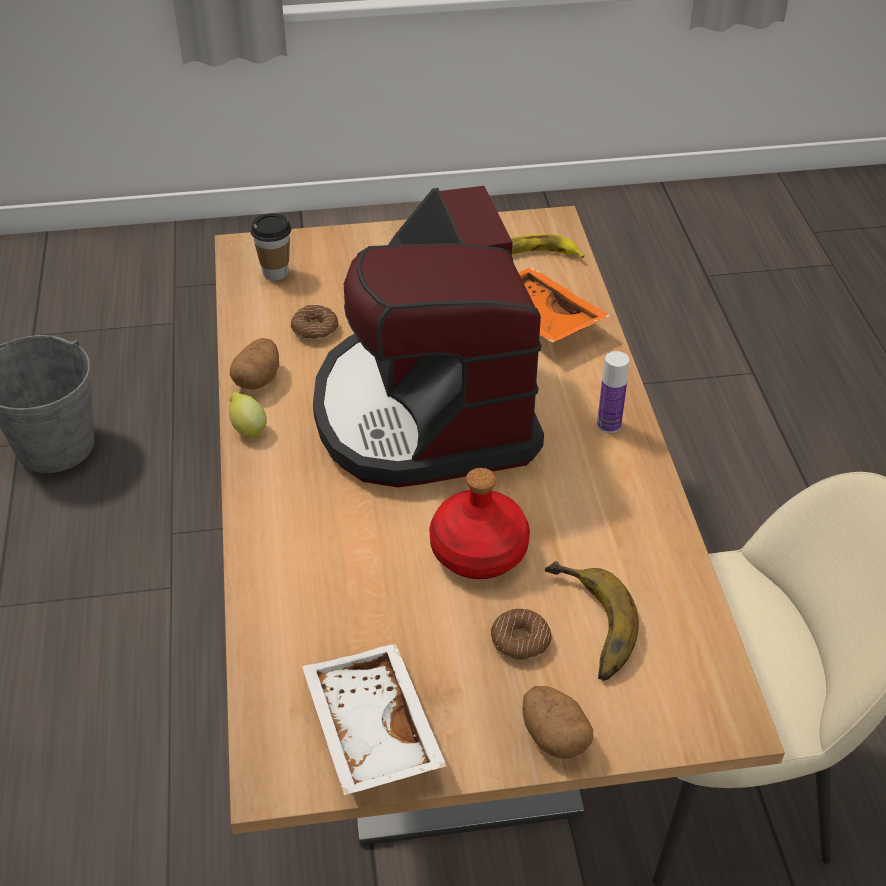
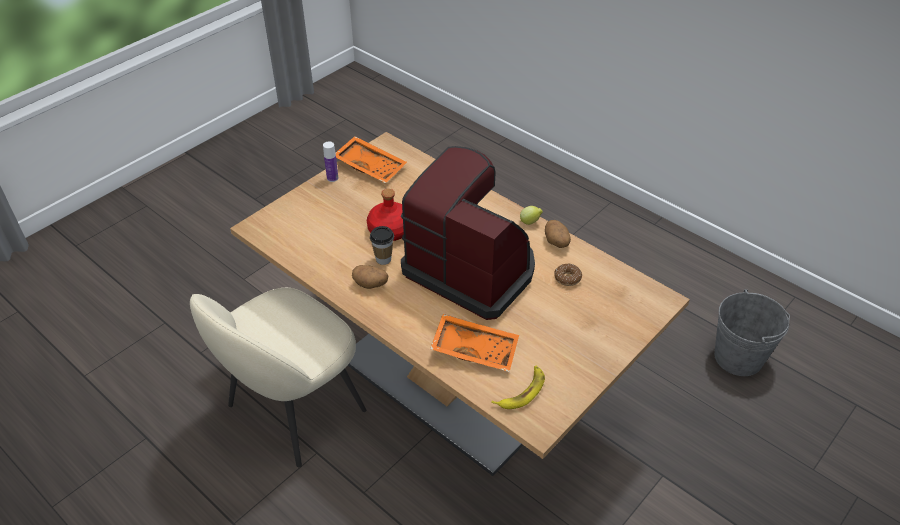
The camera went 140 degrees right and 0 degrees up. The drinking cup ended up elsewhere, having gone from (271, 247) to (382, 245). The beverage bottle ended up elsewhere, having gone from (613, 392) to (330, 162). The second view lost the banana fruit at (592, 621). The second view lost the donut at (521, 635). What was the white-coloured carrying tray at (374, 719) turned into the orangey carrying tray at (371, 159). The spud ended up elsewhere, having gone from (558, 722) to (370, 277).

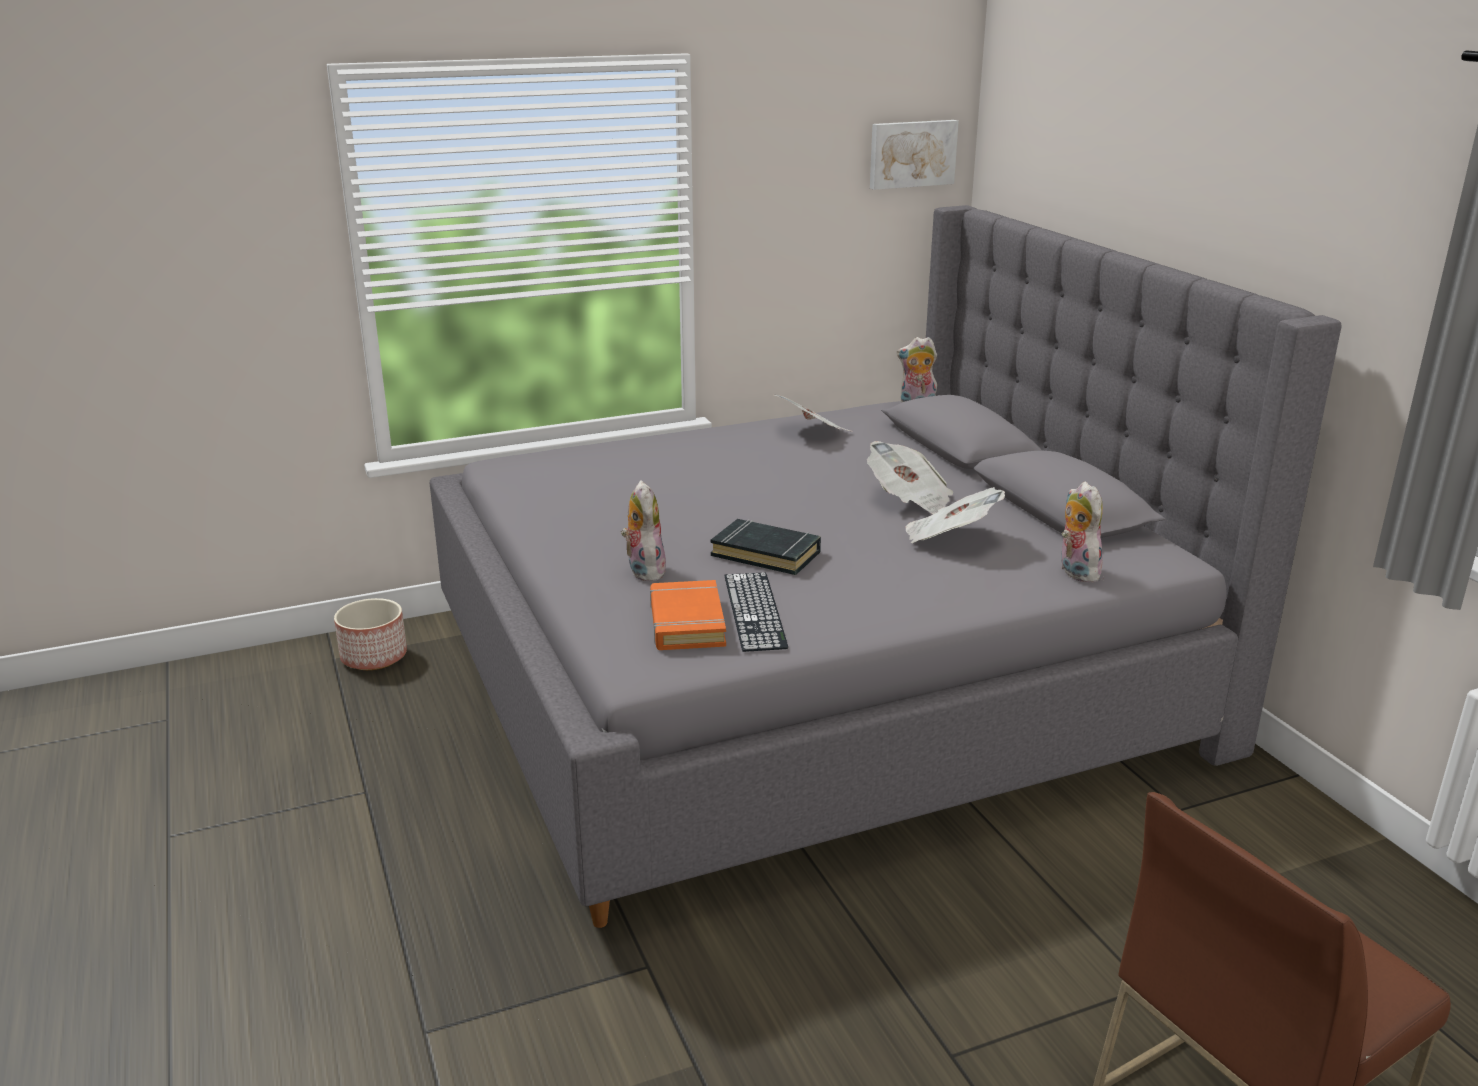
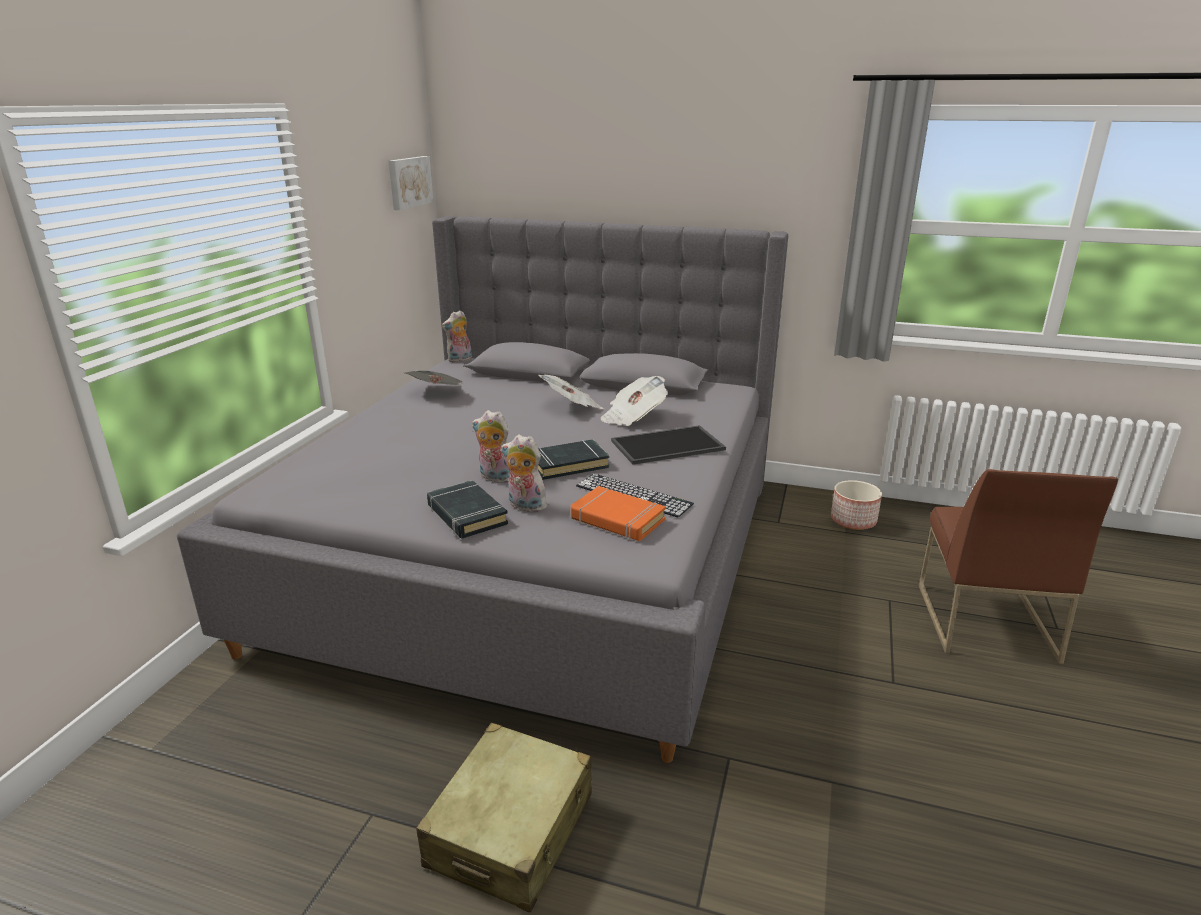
The camera went 50 degrees left and 0 degrees up. The plush toy ended up elsewhere, having gone from (1082, 531) to (490, 446). The planter ended up elsewhere, having gone from (370, 634) to (856, 505). The second view gained the carrying tray at (668, 445). The second view gained the blackish volume at (467, 509). The second view gained the sand-coloured piece of luggage at (504, 817).

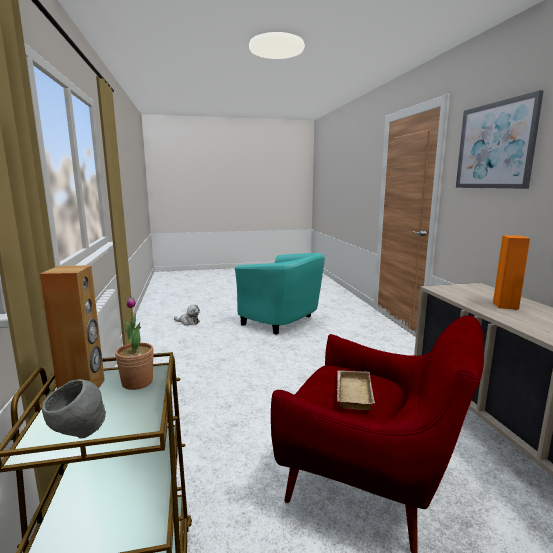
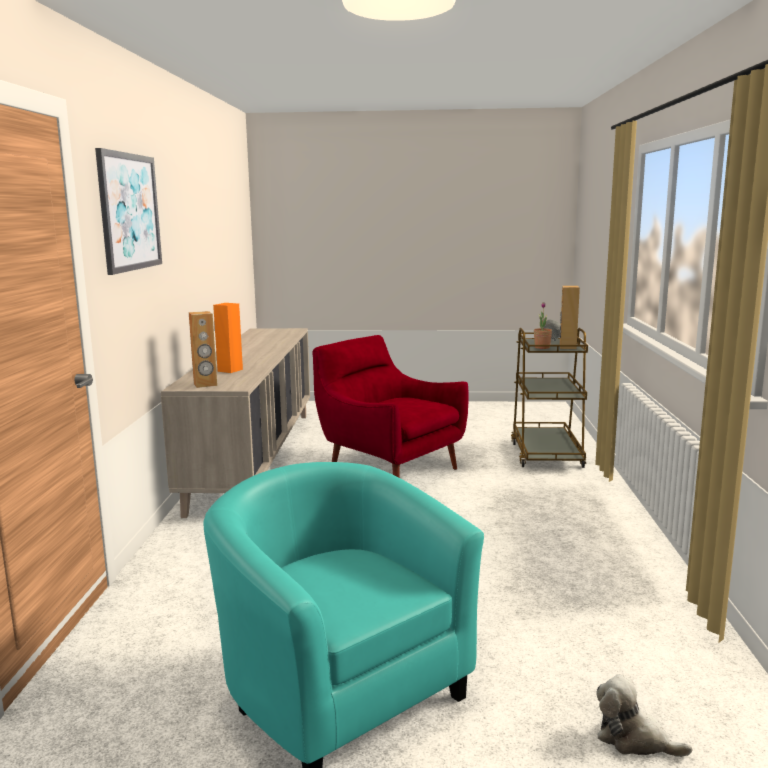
The camera went 165 degrees left and 0 degrees up. The second view lost the sand-coloured carrying tray at (356, 390). The second view gained the brown-coloured audio speaker at (203, 349).

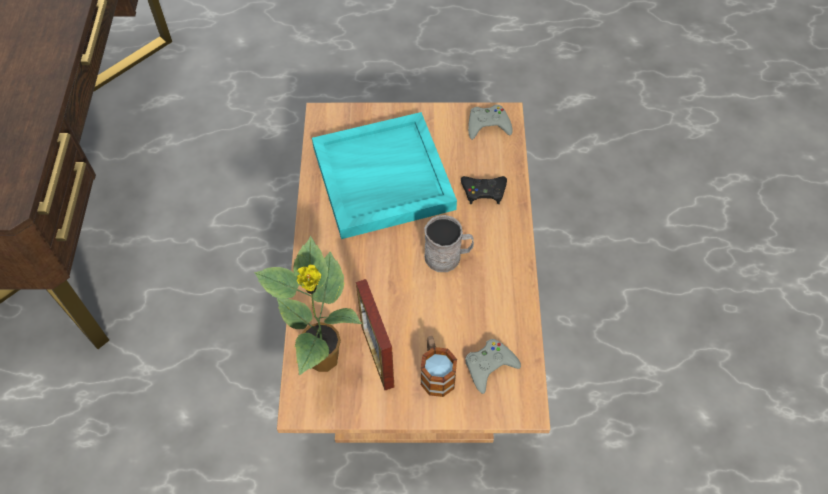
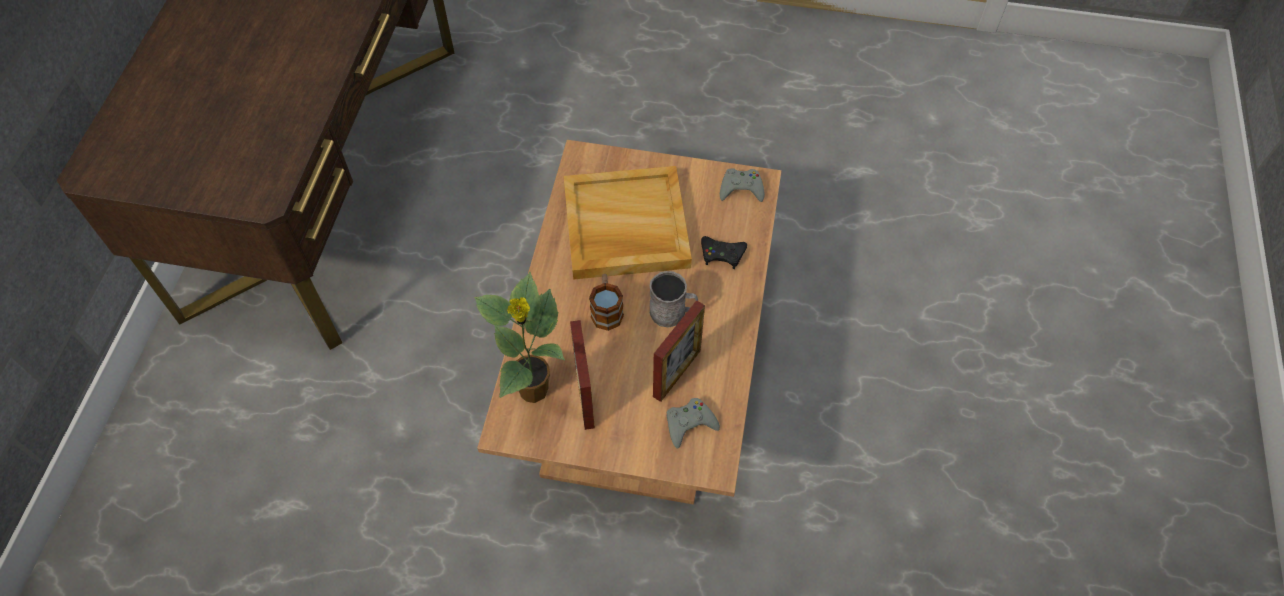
The camera went 10 degrees right and 0 degrees up. What was the turquoise carrying tray at (384, 175) turned into the sand-coloured carrying tray at (628, 223). The mug ended up elsewhere, having gone from (439, 366) to (606, 302). The second view gained the picture frame at (679, 351).

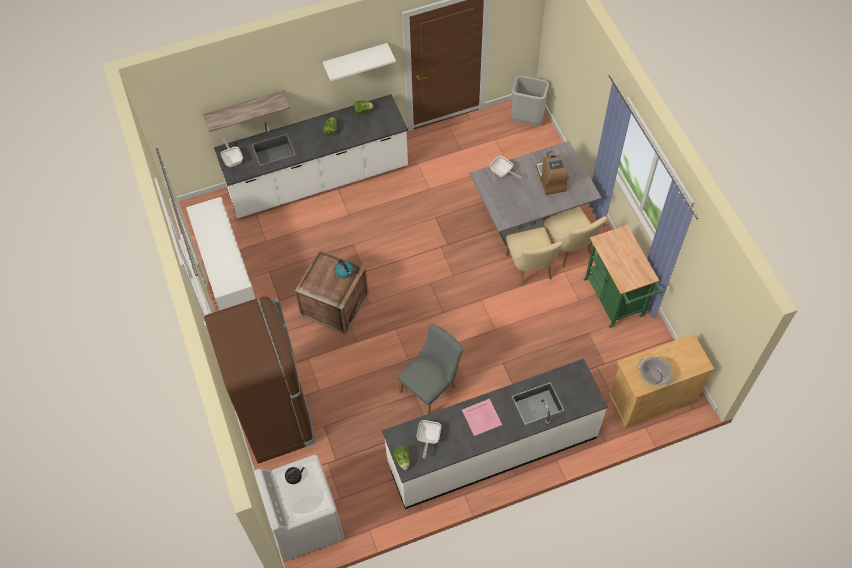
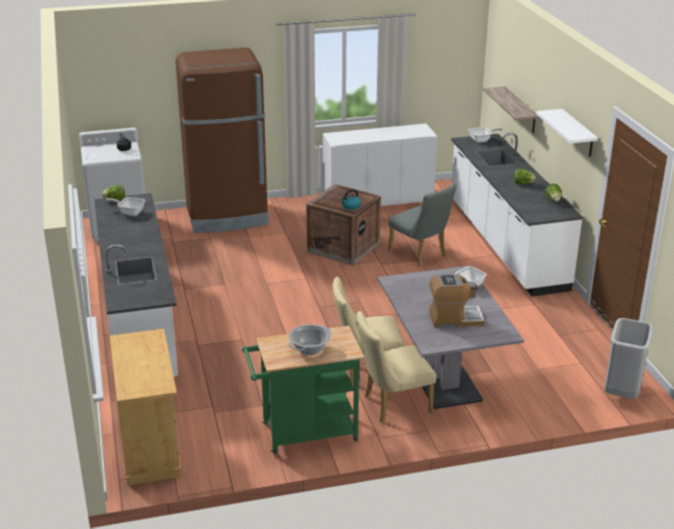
The camera went 95 degrees right and 30 degrees down. The greyish plain chair ended up elsewhere, having gone from (430, 369) to (422, 225). The stockpot ended up elsewhere, having gone from (656, 371) to (309, 340). The second view lost the pink carrying tray at (482, 417).

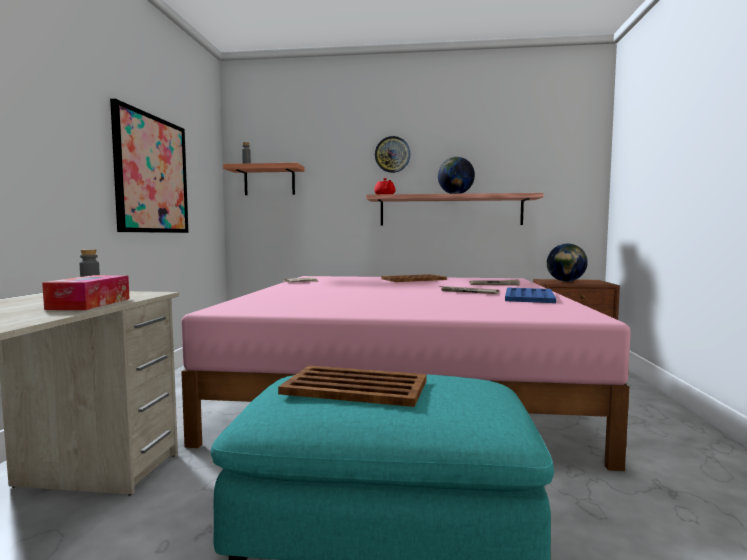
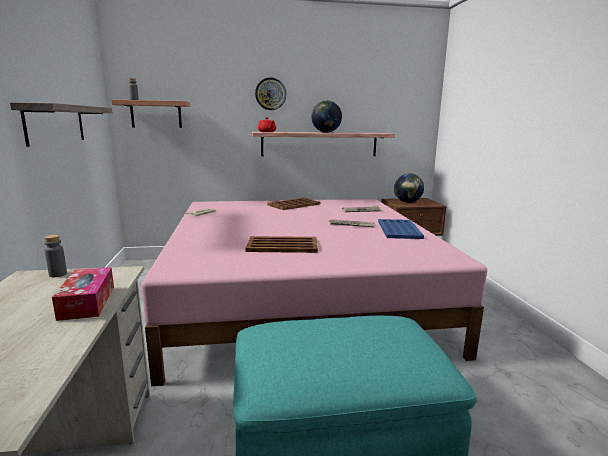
The camera went 15 degrees left and 10 degrees up. Where the picture hung at (149, 166), the shelf came to hang at (61, 124). The brown-coloured carrying tray ended up elsewhere, having gone from (352, 386) to (281, 244).

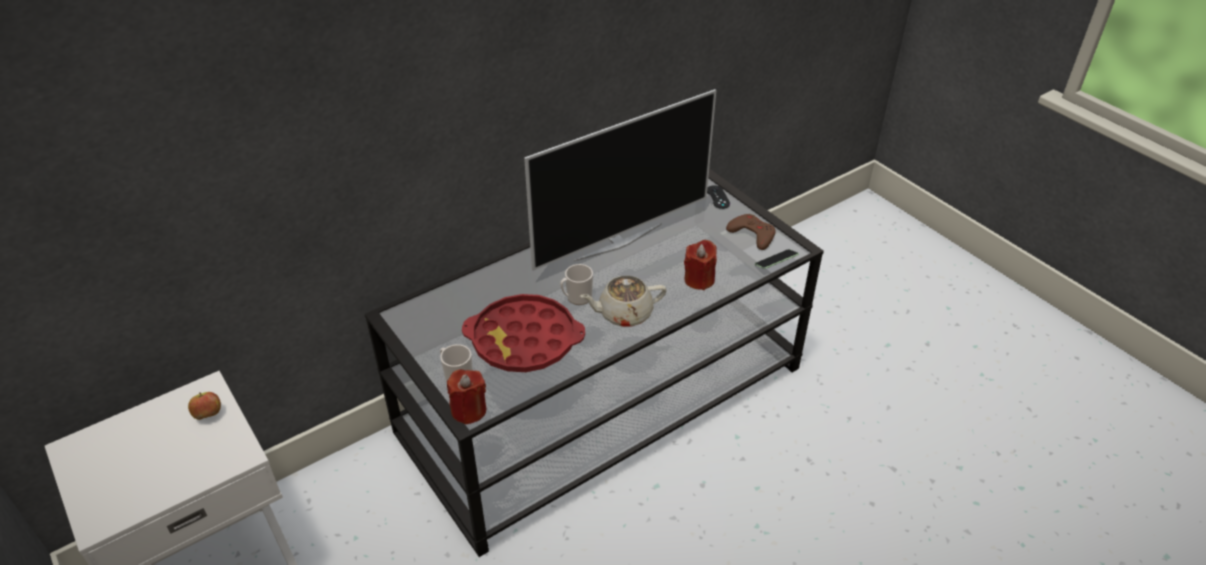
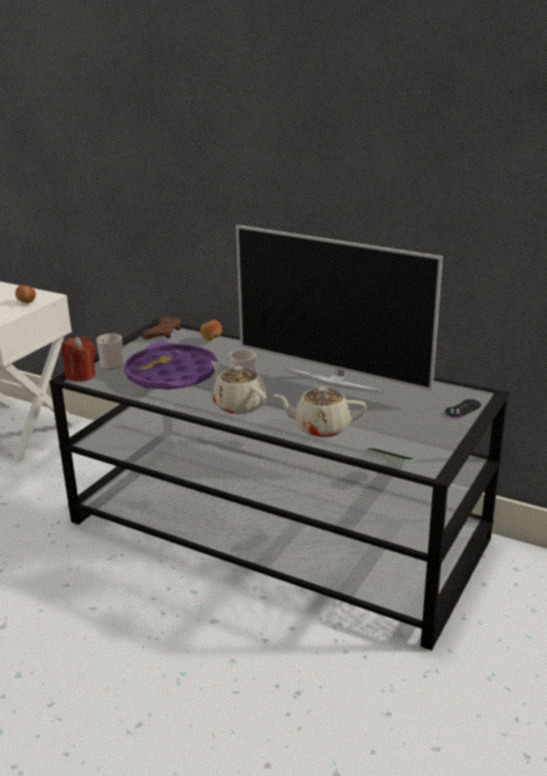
The camera went 65 degrees right and 15 degrees down. The brown-coloured game controller ended up elsewhere, having gone from (751, 232) to (161, 328). Where the red wax light stood at (700, 265), the sand-coloured tea pot came to stand at (320, 412). What was the red carrying tray at (523, 333) turned into the purple carrying tray at (170, 366). The second view gained the apple fruit at (211, 330).

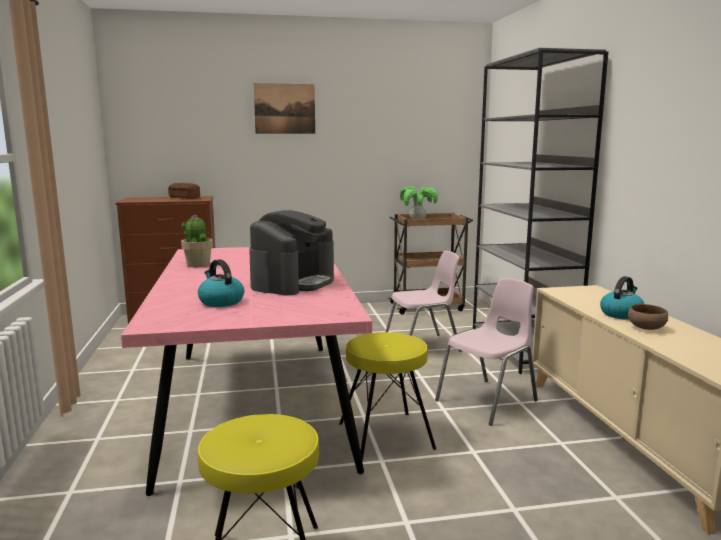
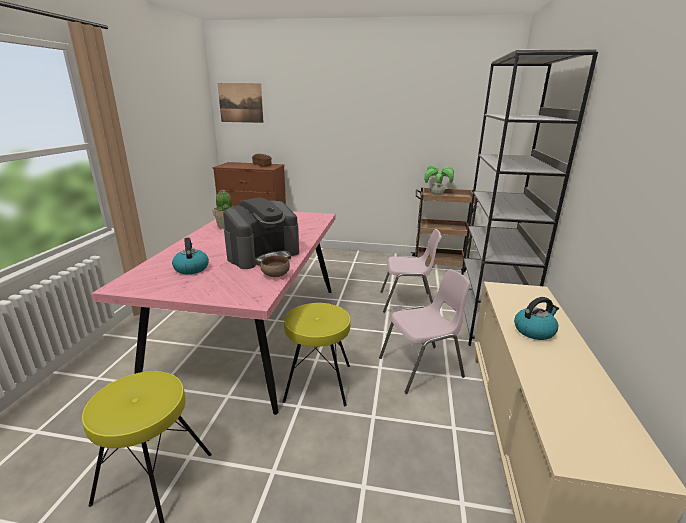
The camera went 20 degrees right and 10 degrees up. The picture ended up elsewhere, having gone from (284, 108) to (241, 103). The brown-coloured bowl ended up elsewhere, having gone from (648, 317) to (275, 266).

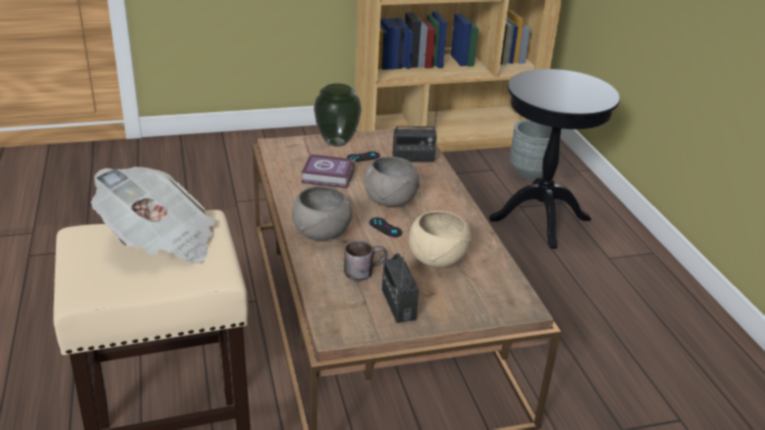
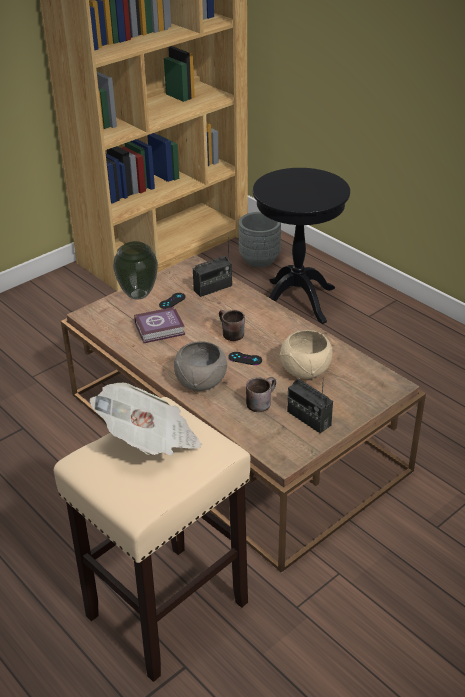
The camera went 25 degrees left and 5 degrees up. Where the greyish bowl stood at (392, 182), the brown-coloured mug came to stand at (232, 325).

